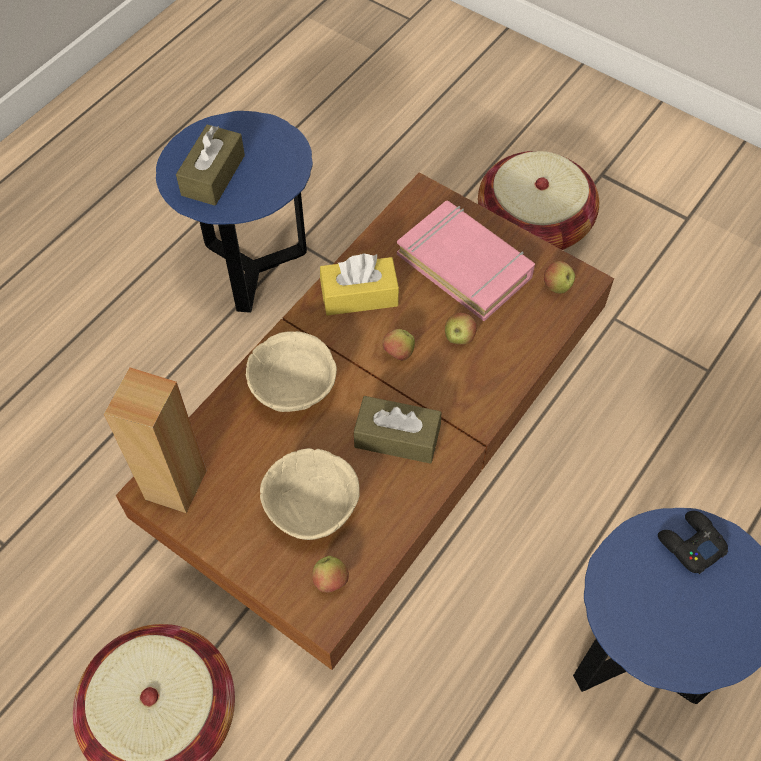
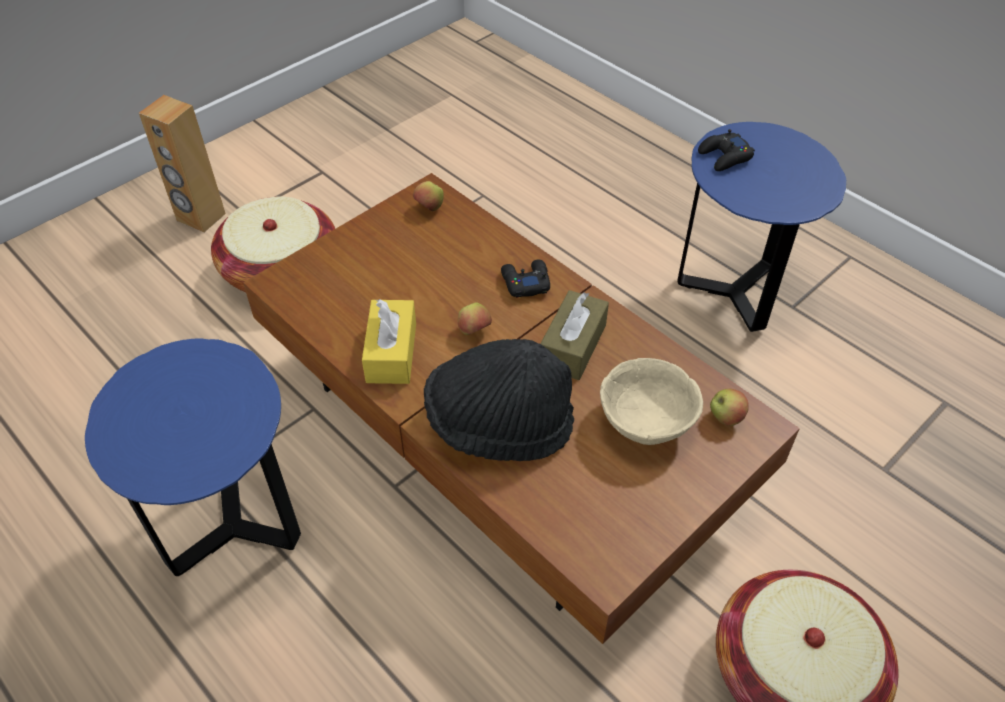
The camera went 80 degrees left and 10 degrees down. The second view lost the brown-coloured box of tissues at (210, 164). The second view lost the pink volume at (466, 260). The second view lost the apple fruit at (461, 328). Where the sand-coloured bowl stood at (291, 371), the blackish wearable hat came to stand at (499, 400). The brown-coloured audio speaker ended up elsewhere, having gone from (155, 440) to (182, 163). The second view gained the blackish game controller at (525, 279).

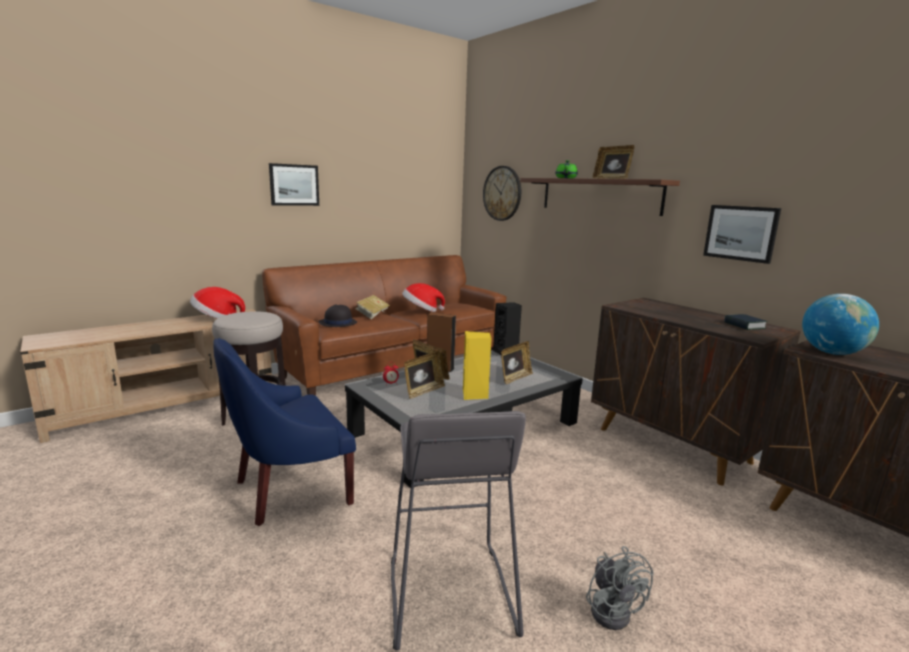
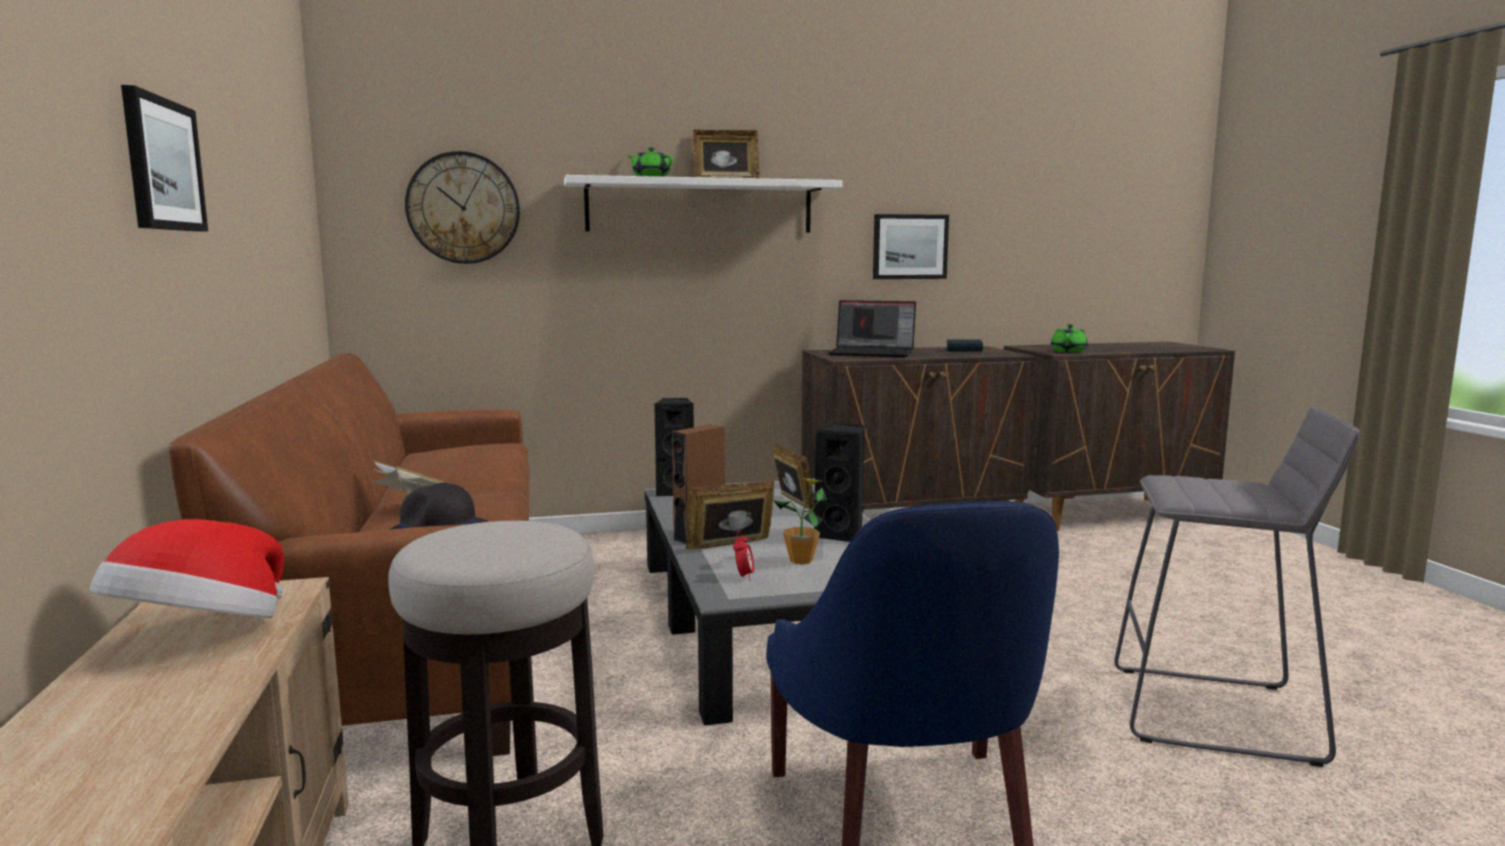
The camera went 65 degrees left and 5 degrees down. What was the brown-coloured shelf at (600, 197) turned into the white-coloured shelf at (703, 204). The second view lost the wearable hat at (423, 297). Where the world globe stood at (840, 324), the green-coloured tea pot came to stand at (1069, 338). What was the yellow-coloured audio speaker at (477, 365) turned into the blackish audio speaker at (839, 483). Where the picture frame stood at (424, 375), the plant in a pot came to stand at (800, 521). The second view lost the greyish cooling fan at (620, 588). The second view gained the laptop at (872, 328).

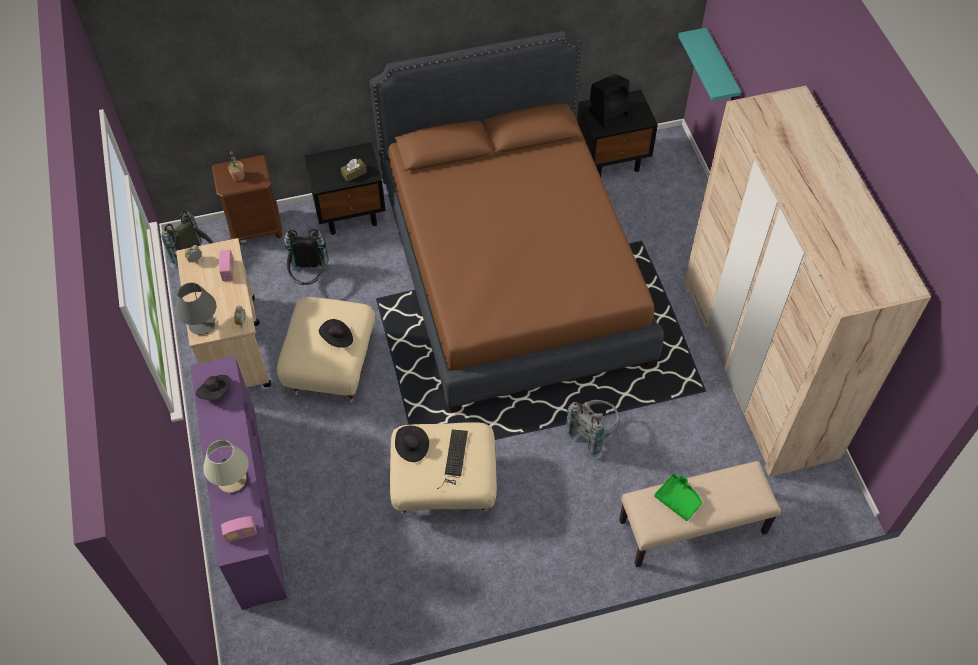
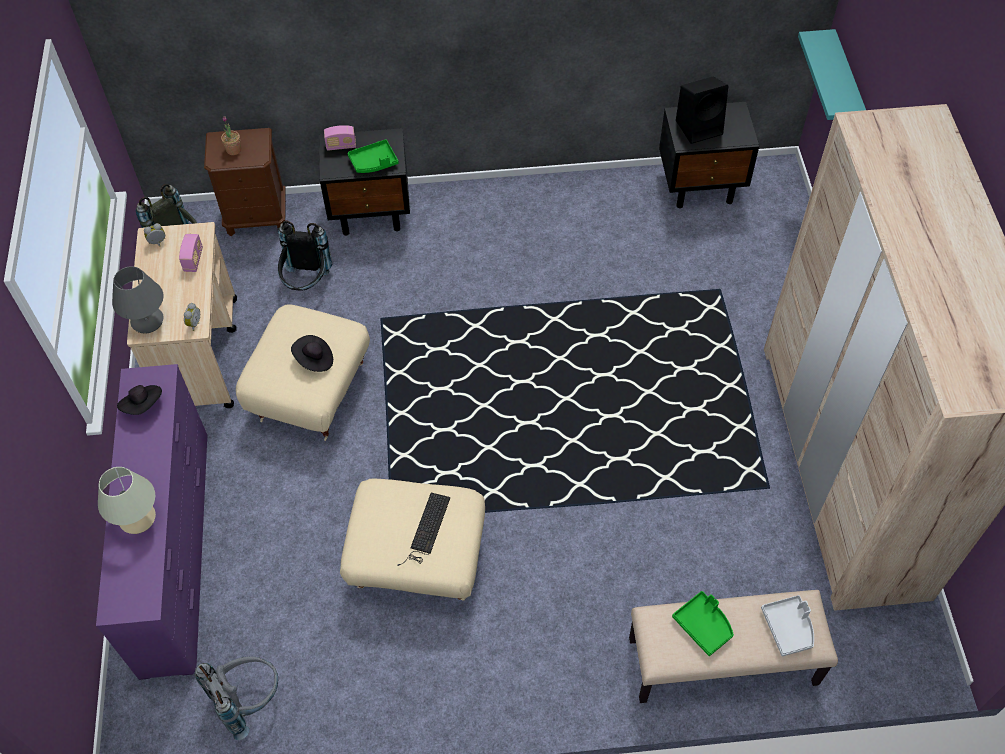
The camera went 10 degrees right and 0 degrees up. The second view lost the brown-coloured bedroom bed at (517, 222). Where the brown-coloured box of tissues stood at (354, 170), the green-coloured carrying tray came to stand at (373, 156). The greyish backpack ended up elsewhere, having gone from (592, 429) to (236, 698). The second view lost the blackish wearable hat at (412, 444). The radio set ended up elsewhere, having gone from (239, 529) to (340, 138). The second view gained the greyish carrying tray at (787, 625).

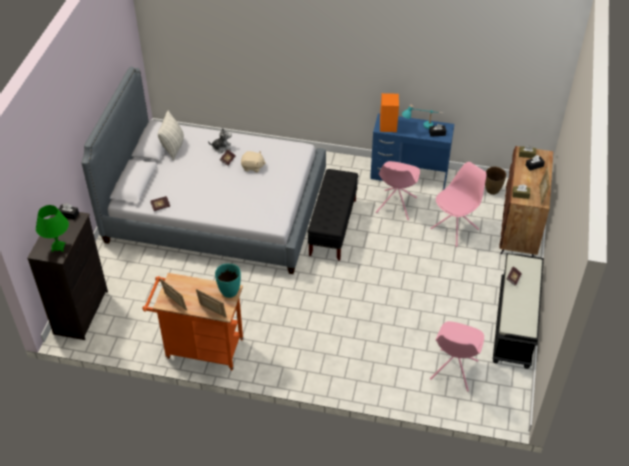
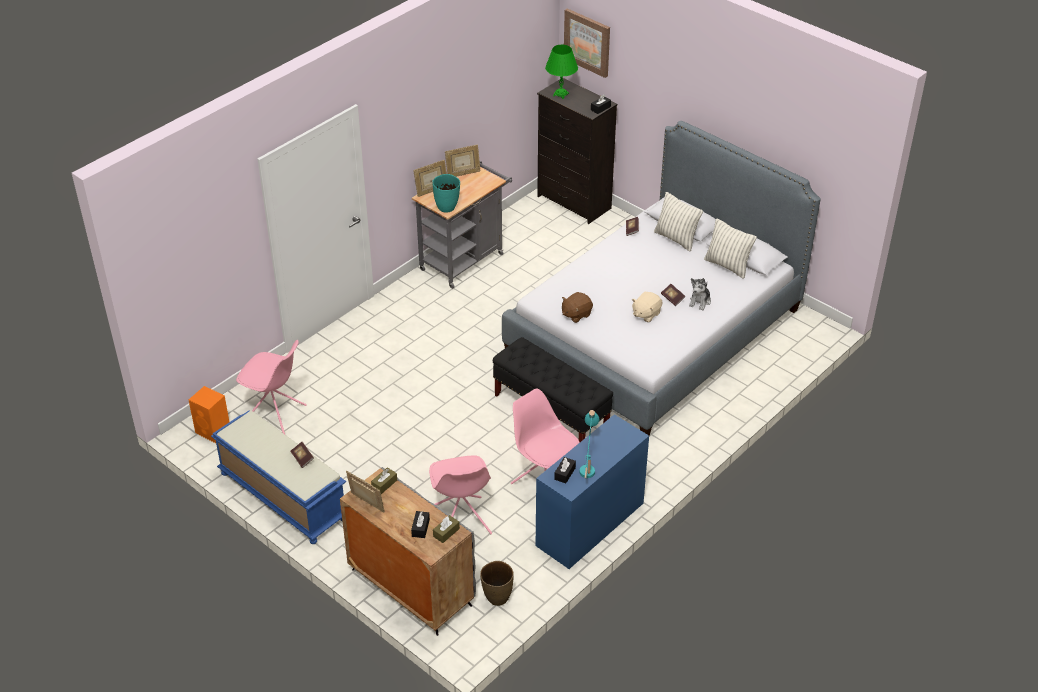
The camera went 120 degrees right and 5 degrees down. The orangey audio speaker ended up elsewhere, having gone from (389, 112) to (209, 414). What was the brown-coloured cupboard at (526, 201) turned into the greyish cupboard at (408, 551). What was the blackish indoor bench at (518, 311) turned into the bluish indoor bench at (278, 477). What was the orangey trolley at (192, 321) turned into the greyish trolley at (462, 225). The pink plain chair at (457, 356) ended up facing another way, 150 degrees clockwise from before. The second view gained the picture at (587, 43). The second view gained the throw pillow at (678, 222). The second view gained the brown-coloured plush toy at (577, 307).

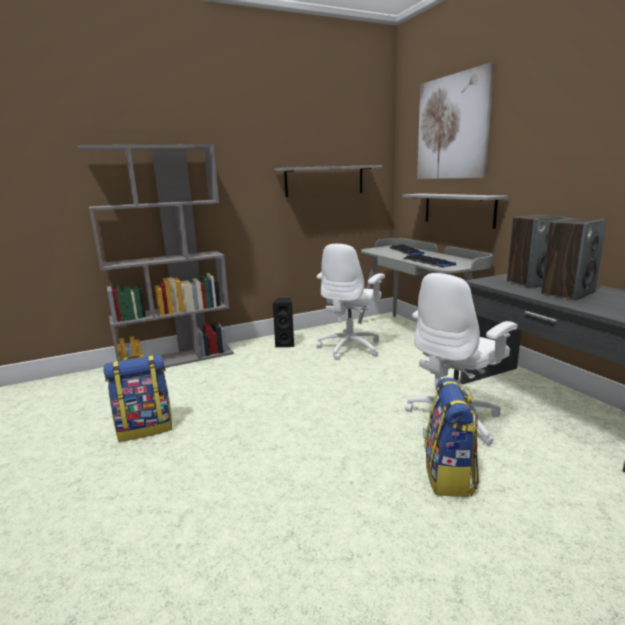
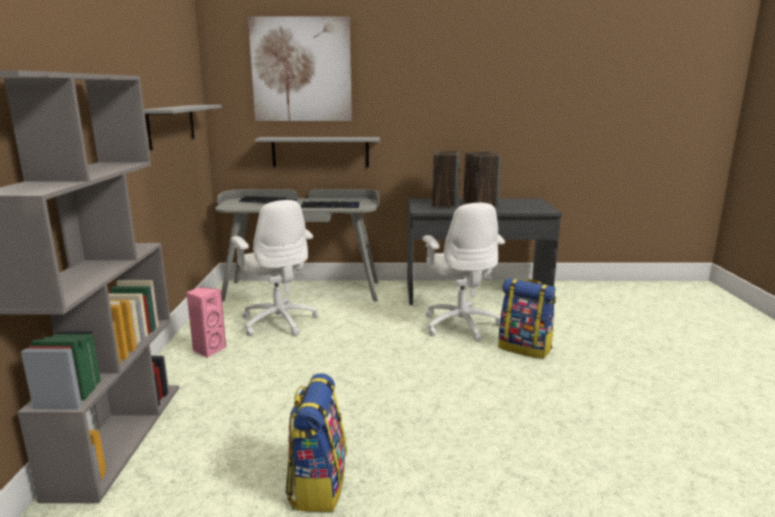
The camera went 65 degrees left and 0 degrees up. What was the blackish audio speaker at (283, 323) turned into the pink audio speaker at (206, 322).

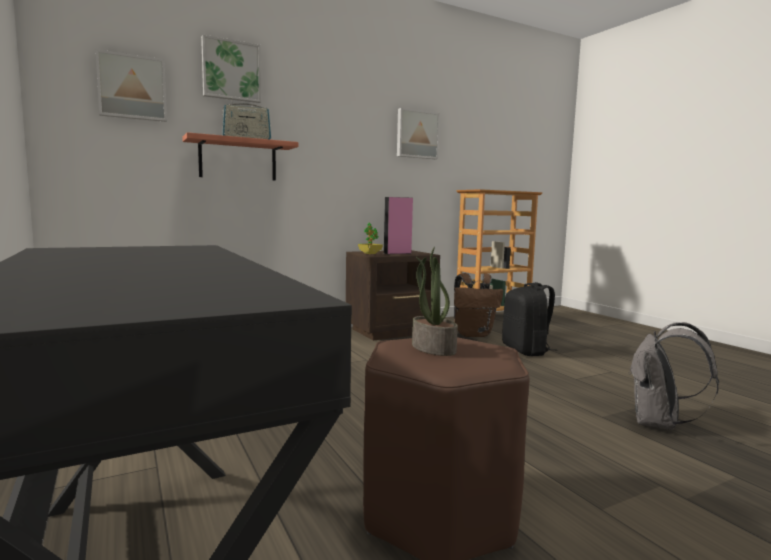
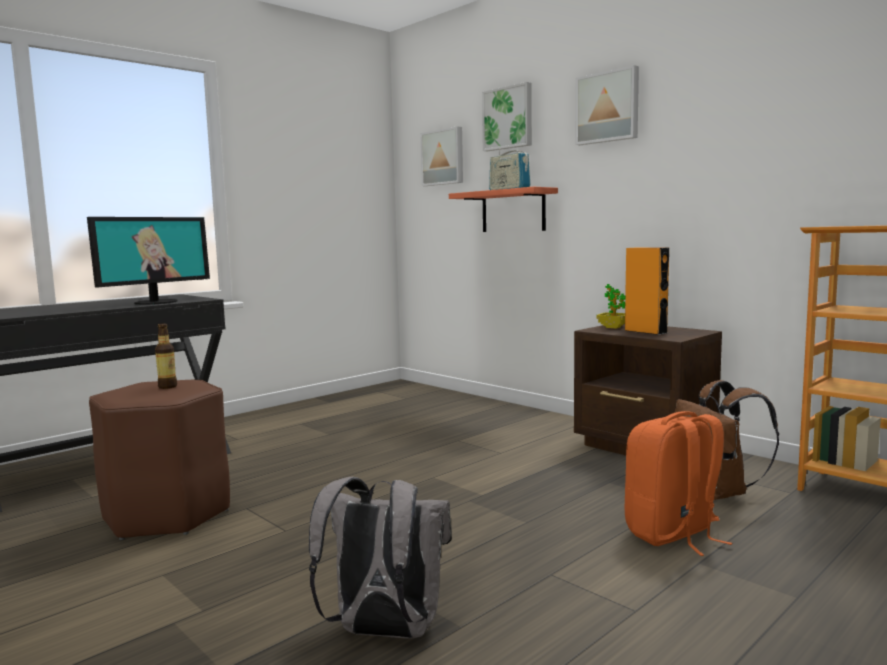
The camera went 75 degrees right and 0 degrees up. The picture ended up elsewhere, having gone from (418, 133) to (607, 105). What was the pink audio speaker at (398, 225) turned into the orangey audio speaker at (647, 291). Where the plant in a pot stood at (435, 301), the beverage bottle came to stand at (166, 356). What was the blackish backpack at (529, 319) turned into the orangey backpack at (678, 483). The second view gained the computer display at (148, 261).

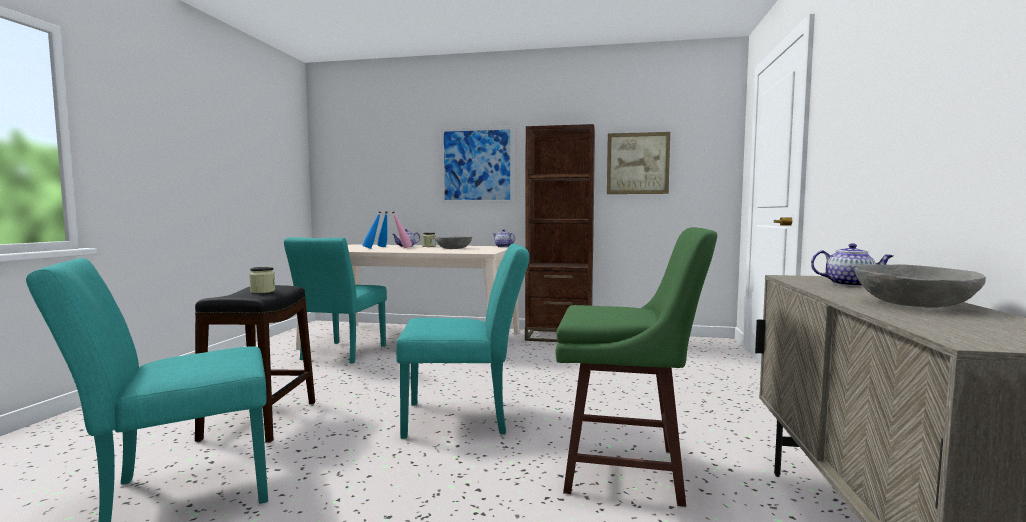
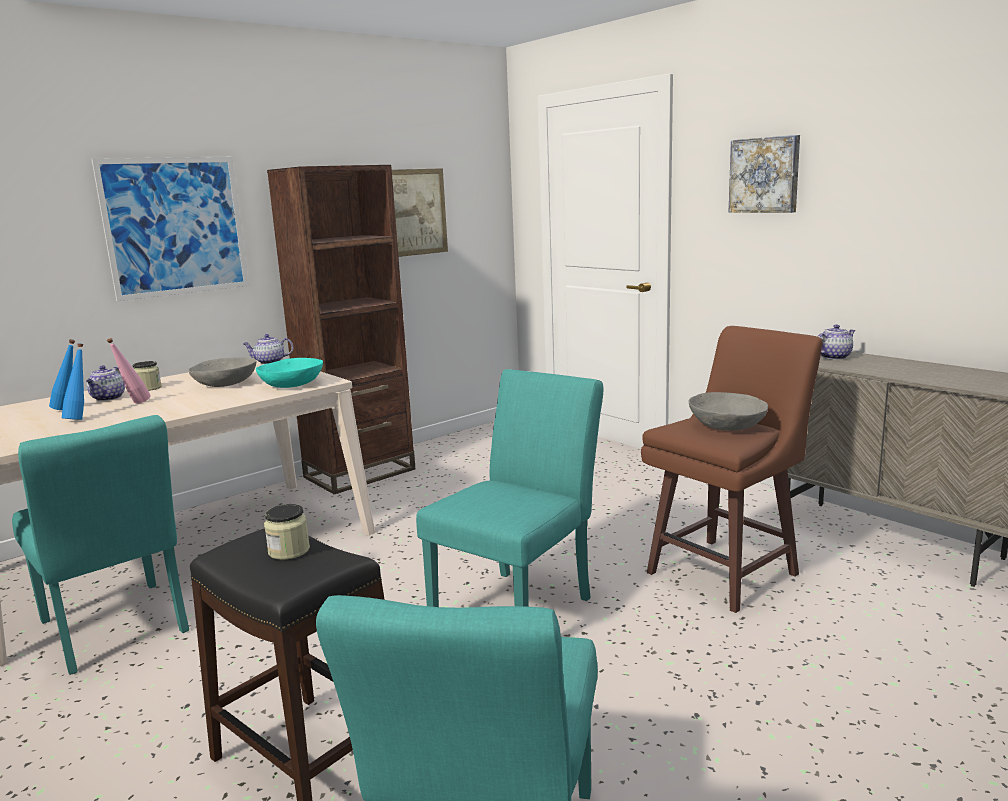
The camera went 50 degrees left and 10 degrees up. What was the green-coloured stool at (636, 367) turned into the brown-coloured stool at (732, 469). The greyish bowl ended up elsewhere, having gone from (920, 286) to (728, 411). The second view gained the picture at (764, 174). The second view gained the turquoise bowl at (289, 373).

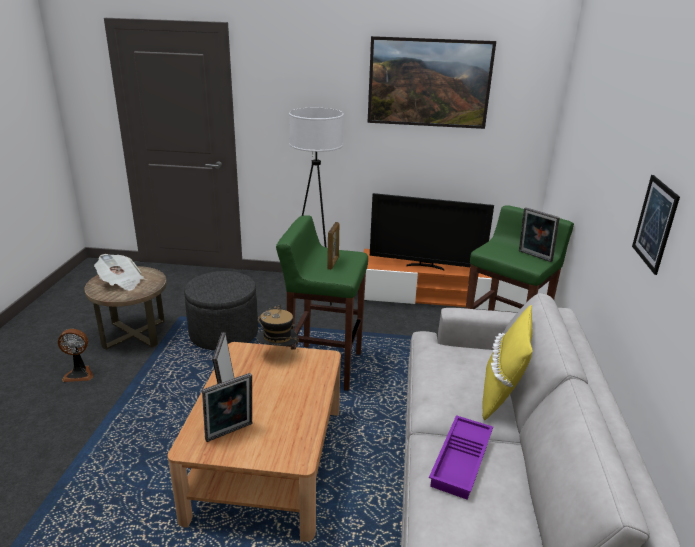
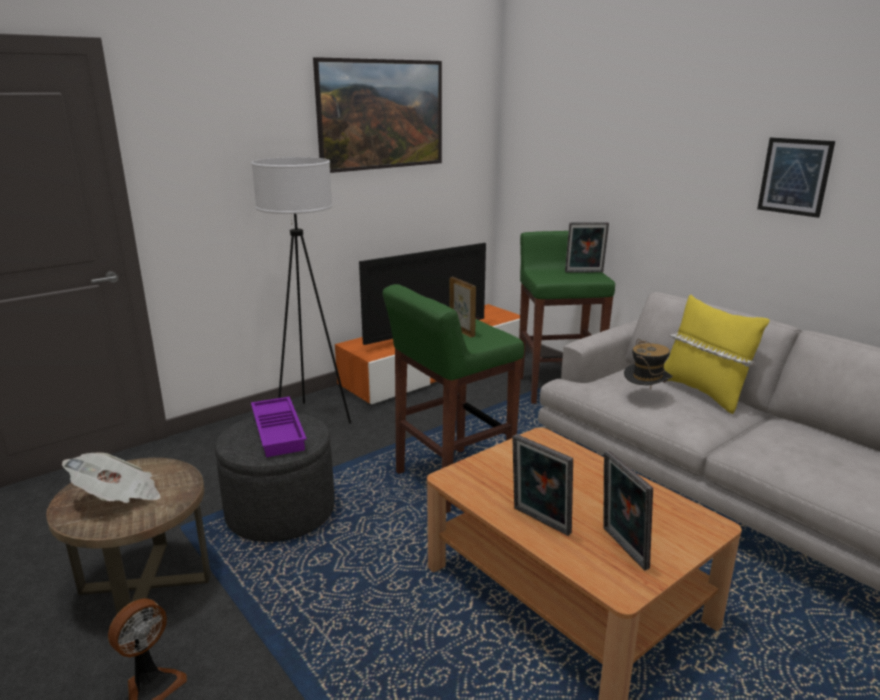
The camera went 45 degrees left and 5 degrees down. The wearable hat ended up elsewhere, having gone from (277, 327) to (648, 362). The picture frame at (227, 407) ended up facing another way, 150 degrees clockwise from before. The purple carrying tray ended up elsewhere, having gone from (461, 457) to (279, 427).

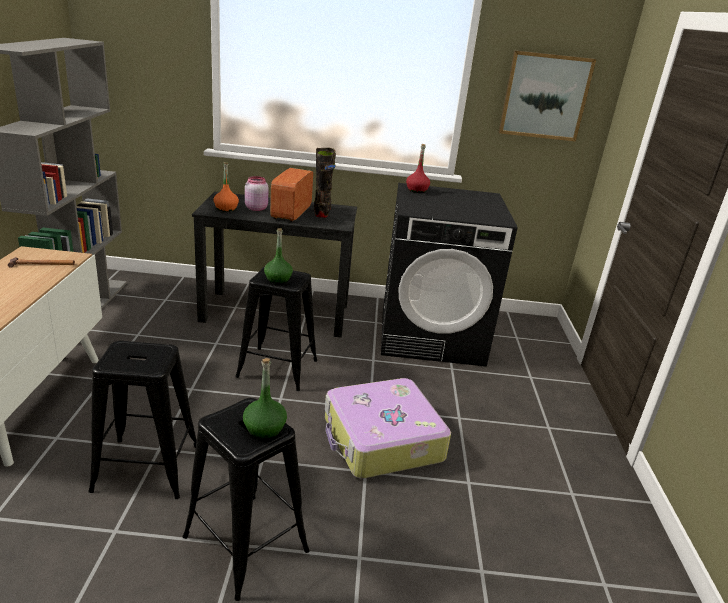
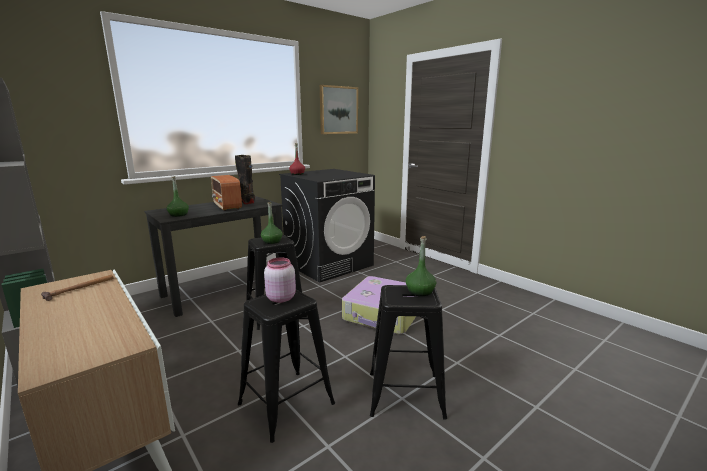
The camera went 40 degrees left and 10 degrees down. What was the orangey beverage bottle at (226, 187) turned into the green-coloured beverage bottle at (178, 196). The pink storage jar ended up elsewhere, having gone from (257, 193) to (280, 280).

